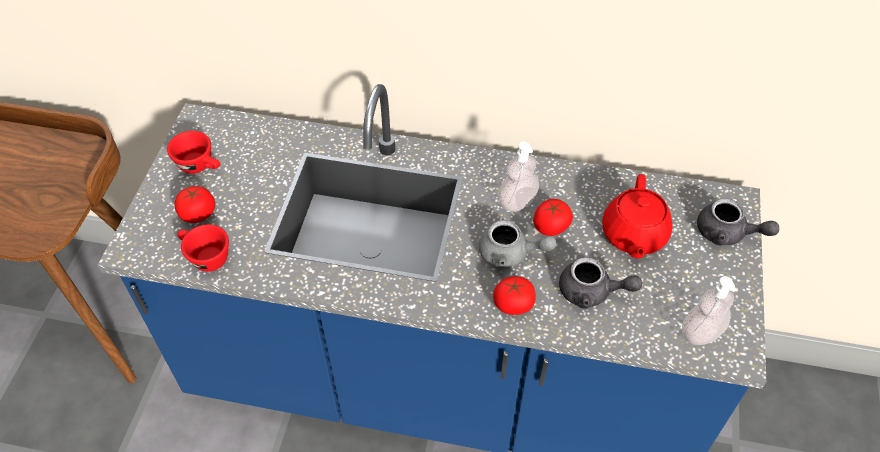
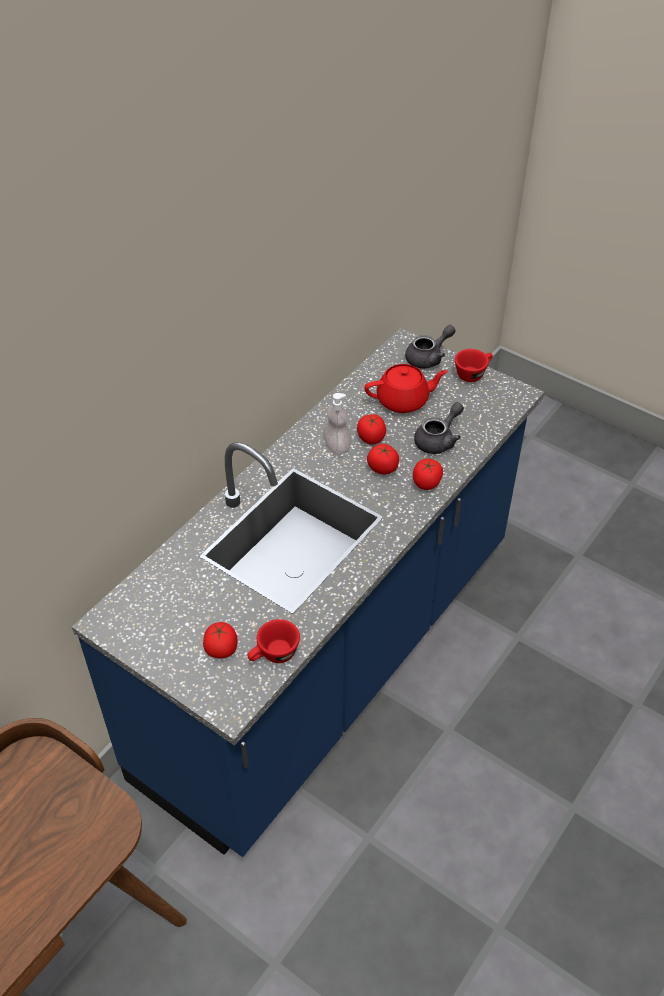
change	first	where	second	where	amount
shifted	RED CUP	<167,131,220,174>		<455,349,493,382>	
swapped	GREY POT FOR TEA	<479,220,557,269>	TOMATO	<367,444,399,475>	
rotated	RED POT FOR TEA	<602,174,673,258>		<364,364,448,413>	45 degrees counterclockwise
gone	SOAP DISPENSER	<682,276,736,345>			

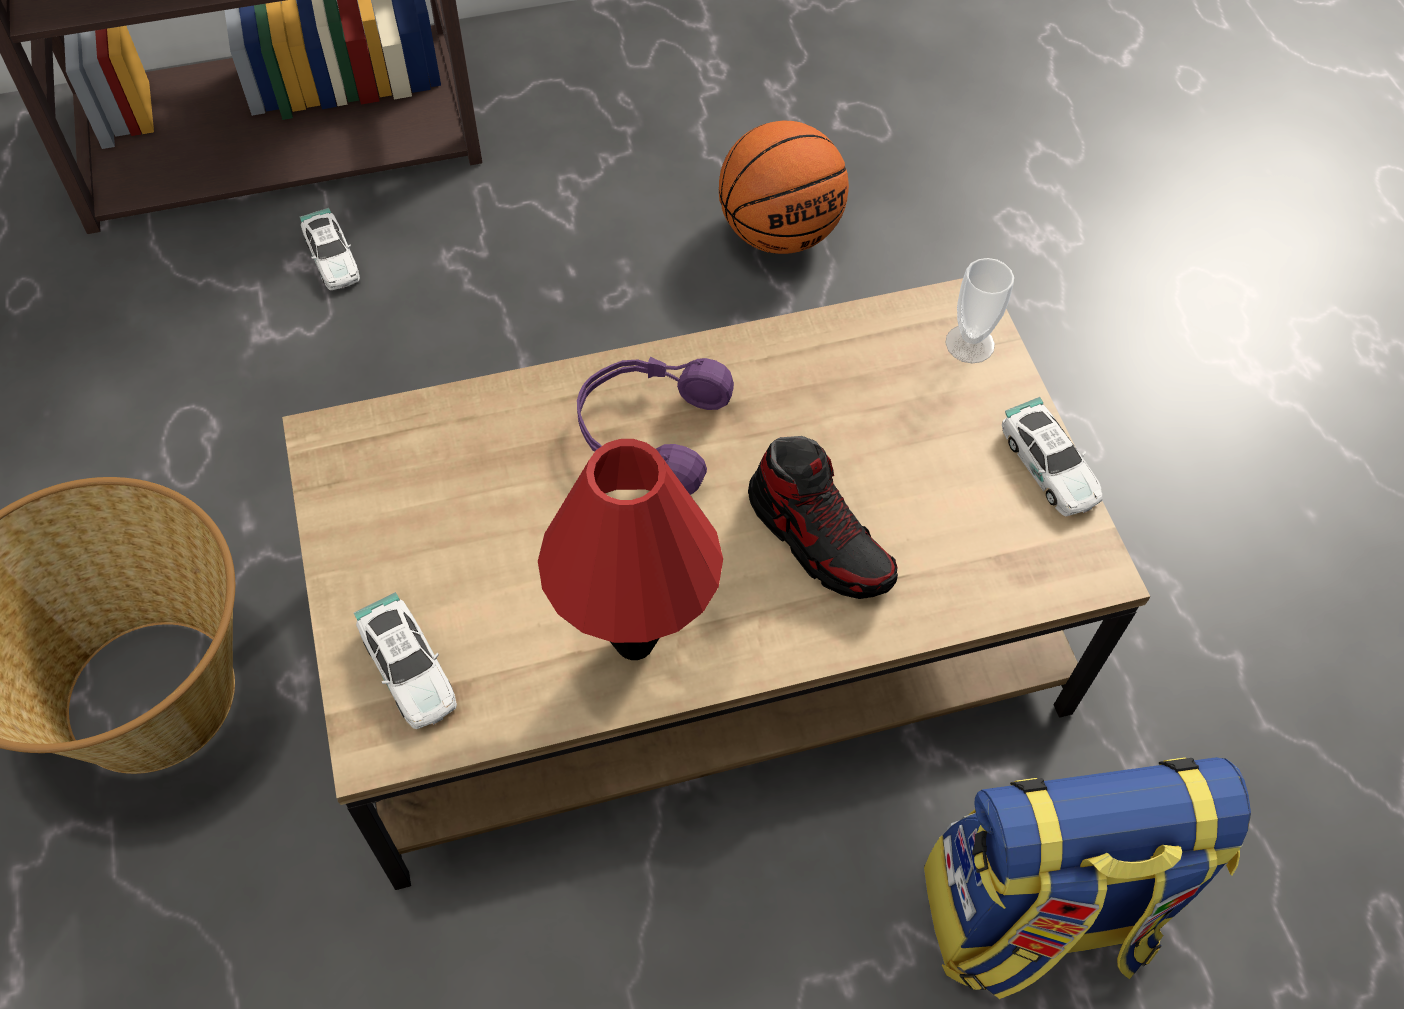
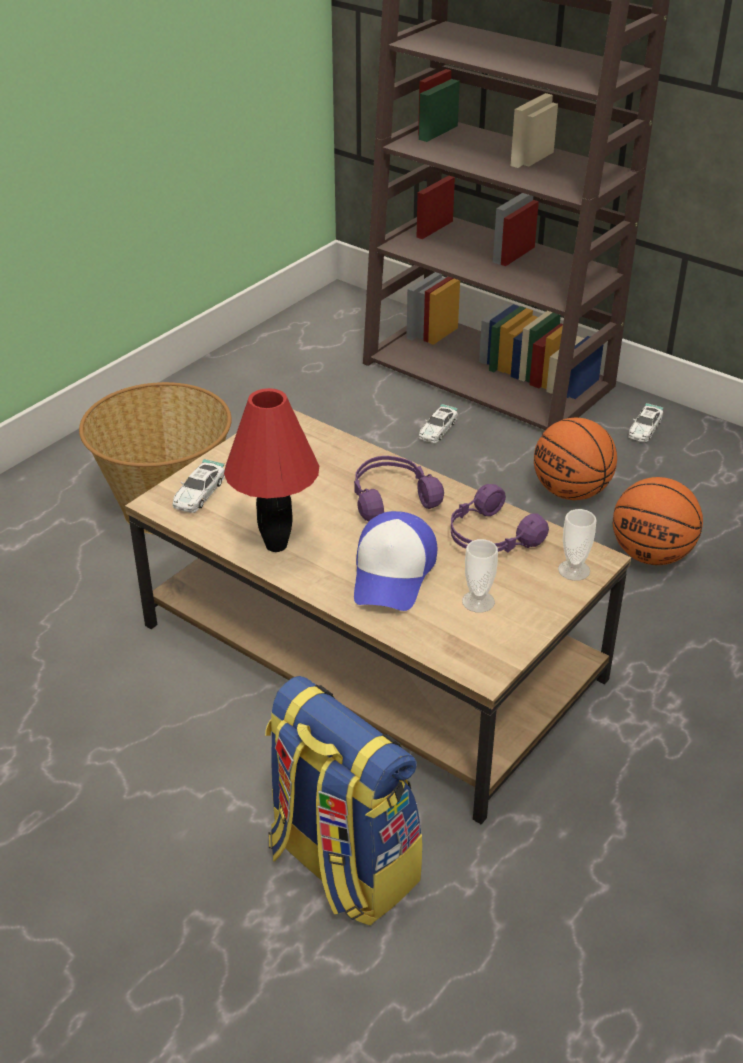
change	first	where	second	where	amount
swapped	SHOE	<748,436,898,599>	BASEBALL CAP	<354,511,437,611>	
shifted	MINIATURE CAR	<1002,397,1103,516>		<628,403,664,442>	
new			PURPLE HEADSET	<451,484,549,553>	
new			CUP	<462,539,498,613>	
new			BASKETBALL	<534,418,617,500>	

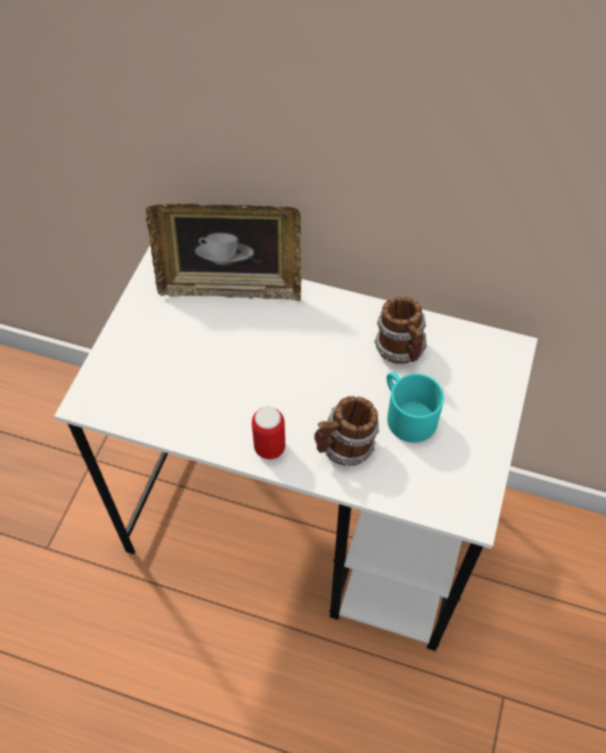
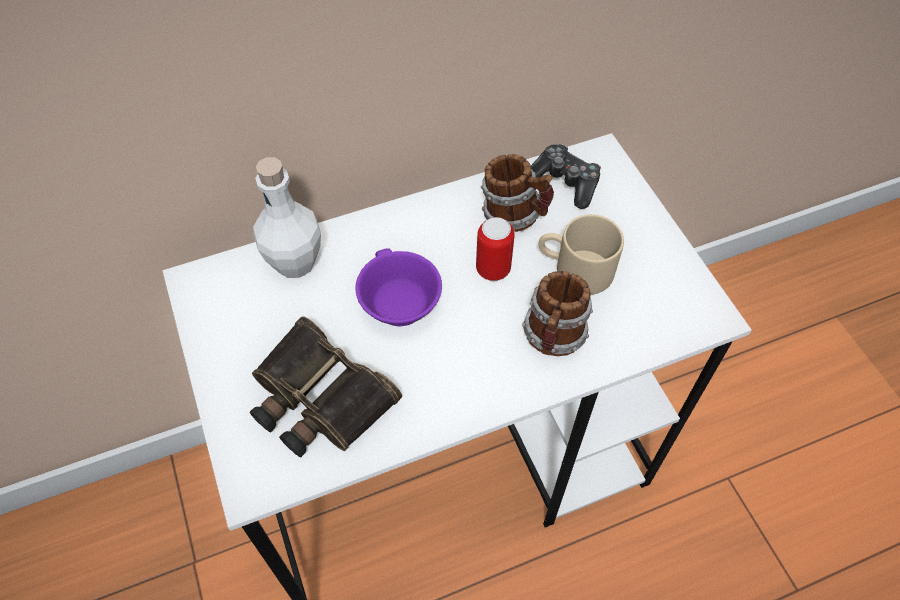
change	first	where	second	where	amount
swapped	PICTURE FRAME	<146,204,302,301>	WHITE DRINK BOTTLE	<253,157,321,278>	
shifted	CAN	<252,407,285,459>		<476,217,515,281>	
repainted	TURQUOISE MUG	<387,372,444,443>	SAND-COLOURED MUG	<538,214,624,295>	
new			PAIR OF BINOCULARS	<250,316,402,457>	
new			PURPLE CUP	<355,248,442,326>	
new			GAMEPAD	<531,144,601,209>	

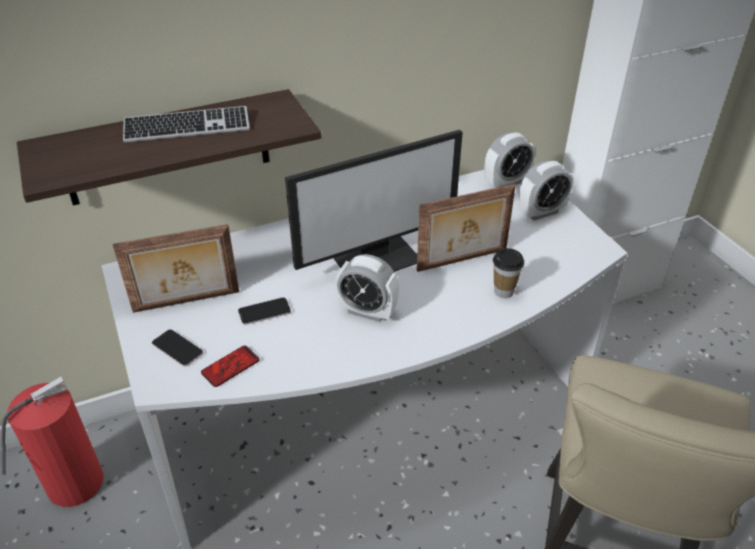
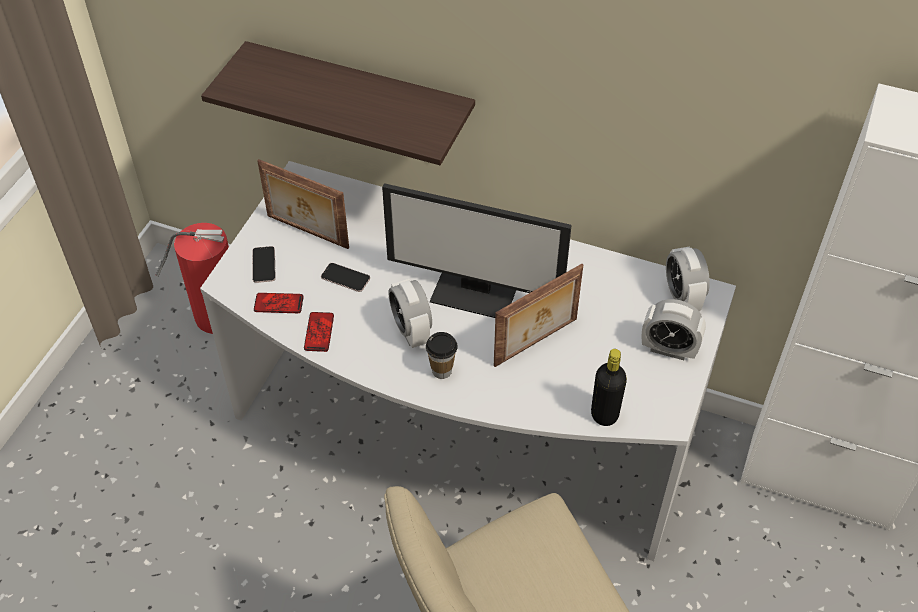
change	first	where	second	where	amount
gone	COMPUTER KEYBOARD	<123,106,250,142>			
rotated	PICTURE FRAME	<417,184,516,272>		<494,264,583,367>	60 degrees counterclockwise
rotated	BEDSIDE CLOCK	<485,132,535,188>		<666,246,710,311>	60 degrees clockwise
shifted	CUP	<493,248,524,298>		<426,332,458,379>	
new			TELEPHONE	<304,312,334,352>	
new			BLACK-COLOURED DRINK BOTTLE	<591,349,627,426>	

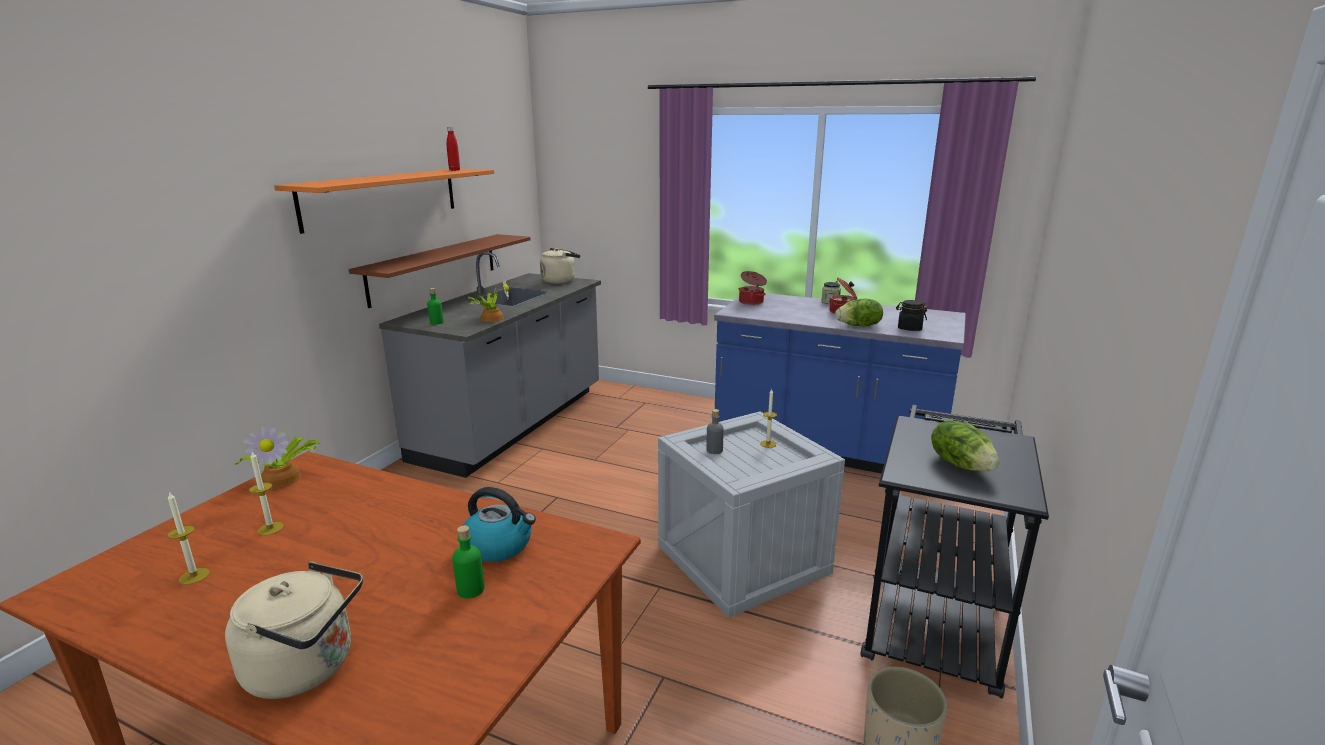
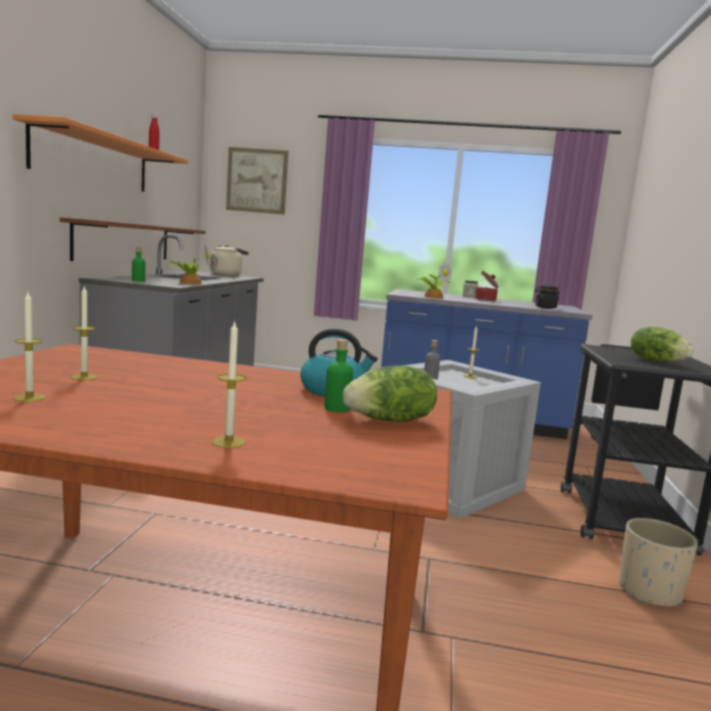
change	first	where	second	where	amount
swapped	SAND-COLOURED KETTLE	<225,562,363,699>	CANDLE	<212,321,246,448>	
shifted	PLANT IN A POT	<235,426,320,489>		<416,262,453,299>	
gone	SAUCEPOT	<739,271,767,305>			
shifted	LETTUCE	<835,298,883,327>		<343,365,437,422>	
new			WALL PICTURE	<226,147,288,215>	

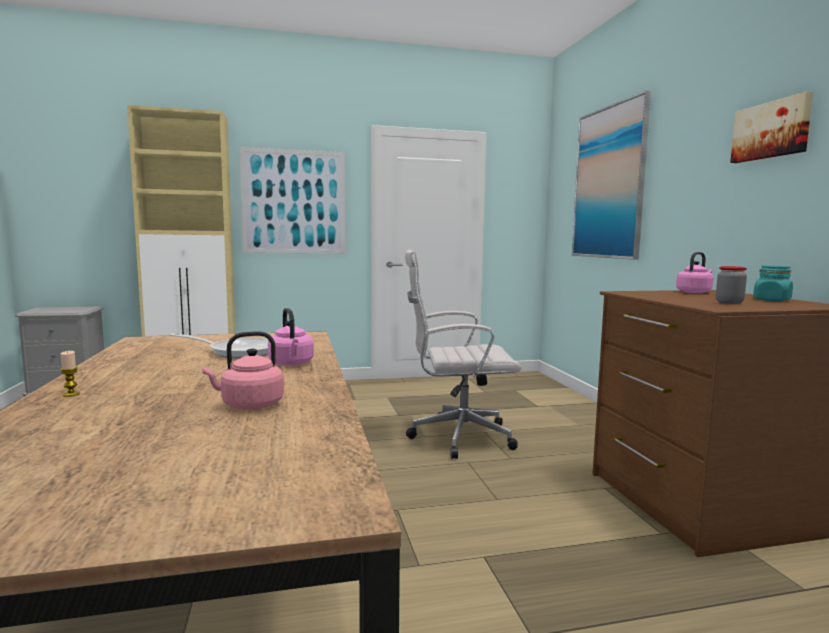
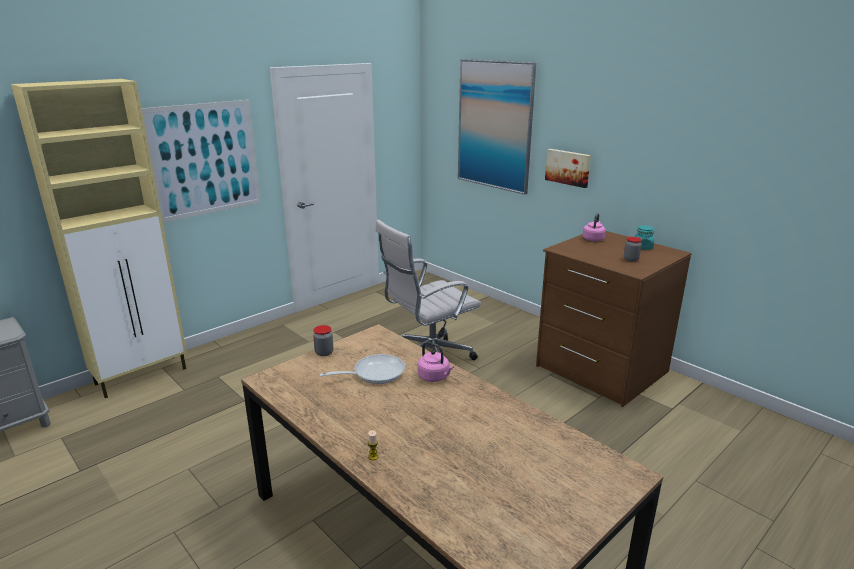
change	first	where	second	where	amount
gone	PINKISH KETTLE	<202,331,284,410>			
shifted	WALL PICTURE	<730,92,813,163>		<545,149,591,188>	
new			PRESERVE JAR	<313,325,333,356>	

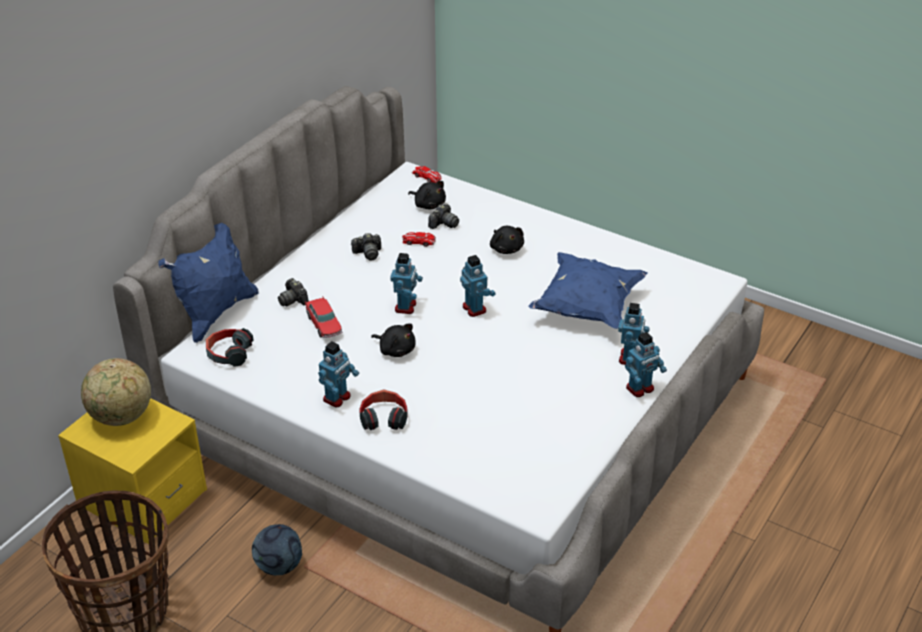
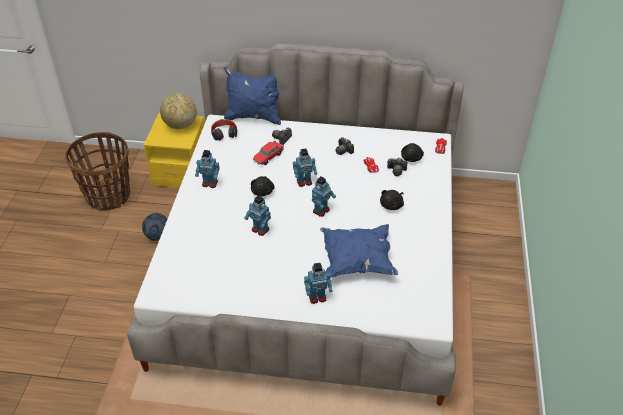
change	first	where	second	where	amount
gone	HEADSET	<360,389,408,430>			
shifted	ROBOT FIGURE	<625,332,667,397>		<244,195,271,236>	

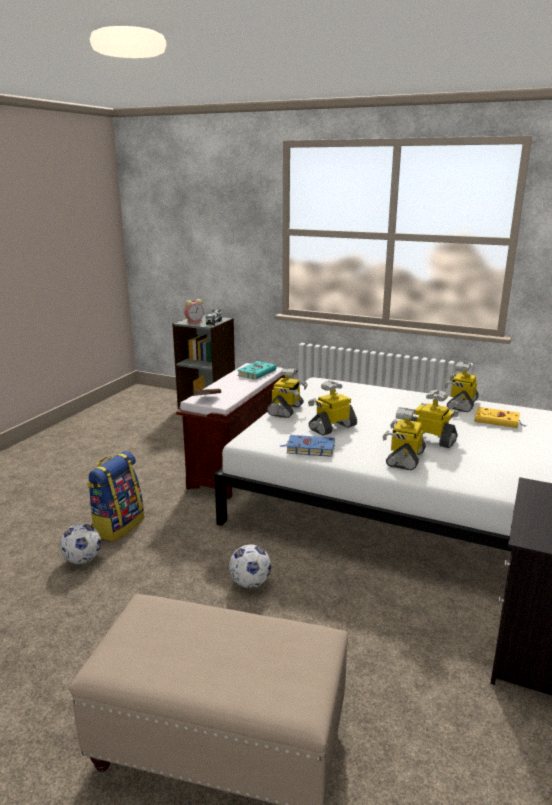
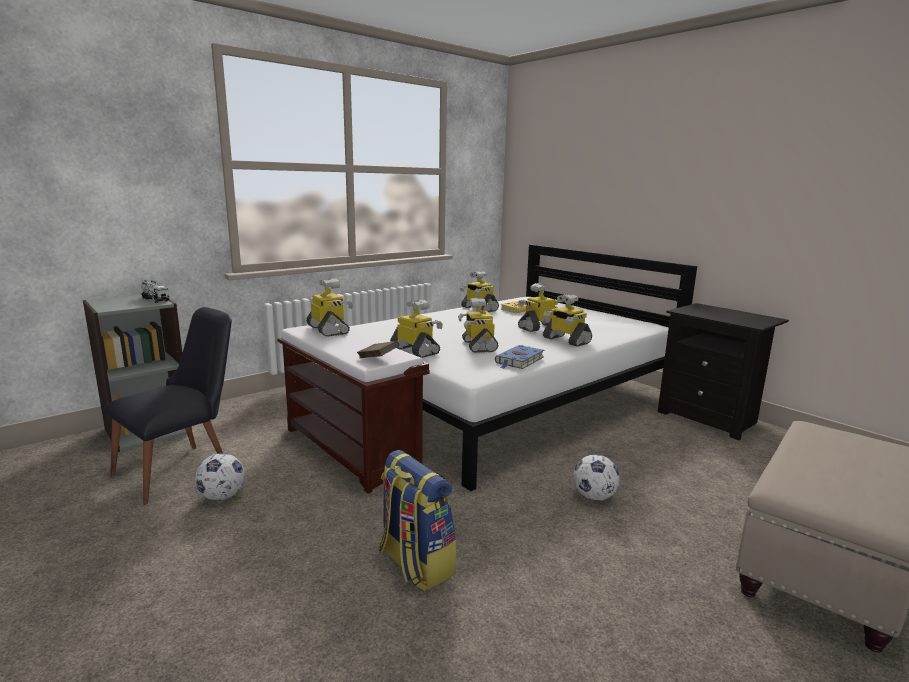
change	first	where	second	where	amount
shifted	BALL FOR FOOTBALL	<59,523,101,564>		<195,453,245,501>	
gone	BEDSIDE CLOCK	<184,299,204,324>			
swapped	TURQUOISE BOOK	<237,361,277,380>	ROBOT FIGURE	<306,278,353,337>	
new			BLACK-COLOURED CHAIR	<104,307,232,505>	

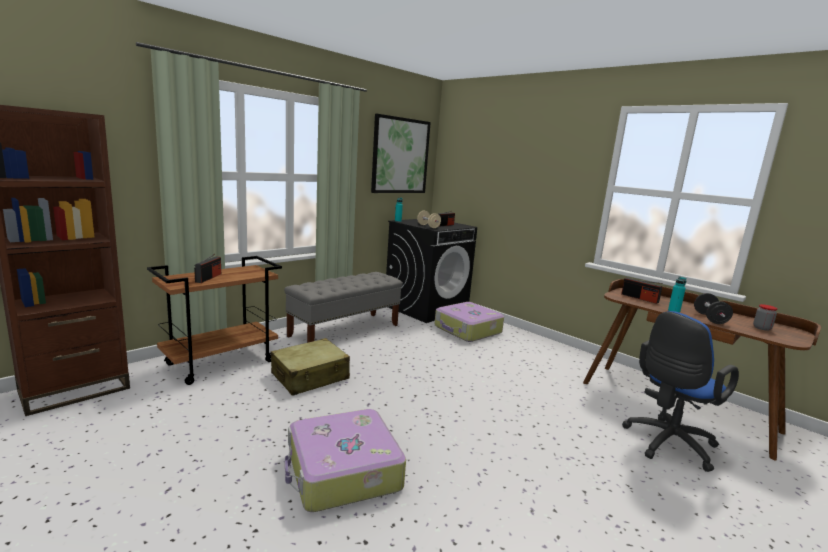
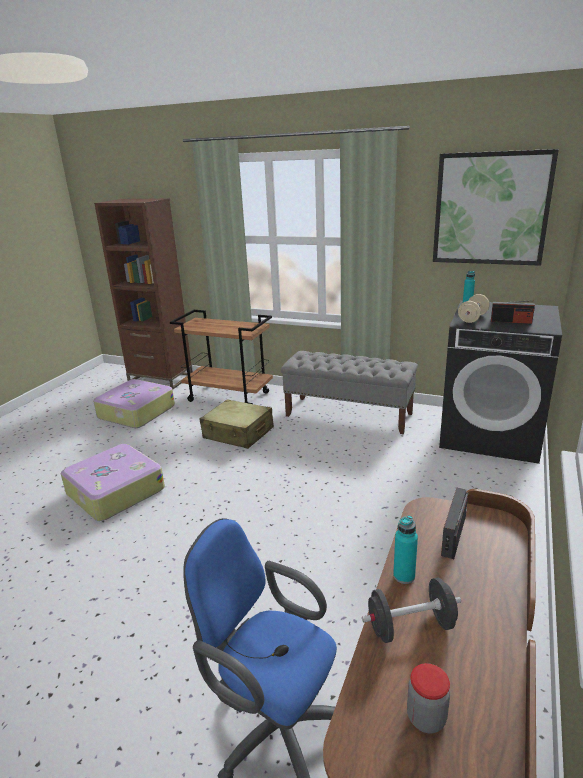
change	first	where	second	where	amount
gone	RADIO	<194,254,221,283>			
shifted	PIECE OF LUGGAGE	<434,302,504,342>		<93,379,175,428>	

